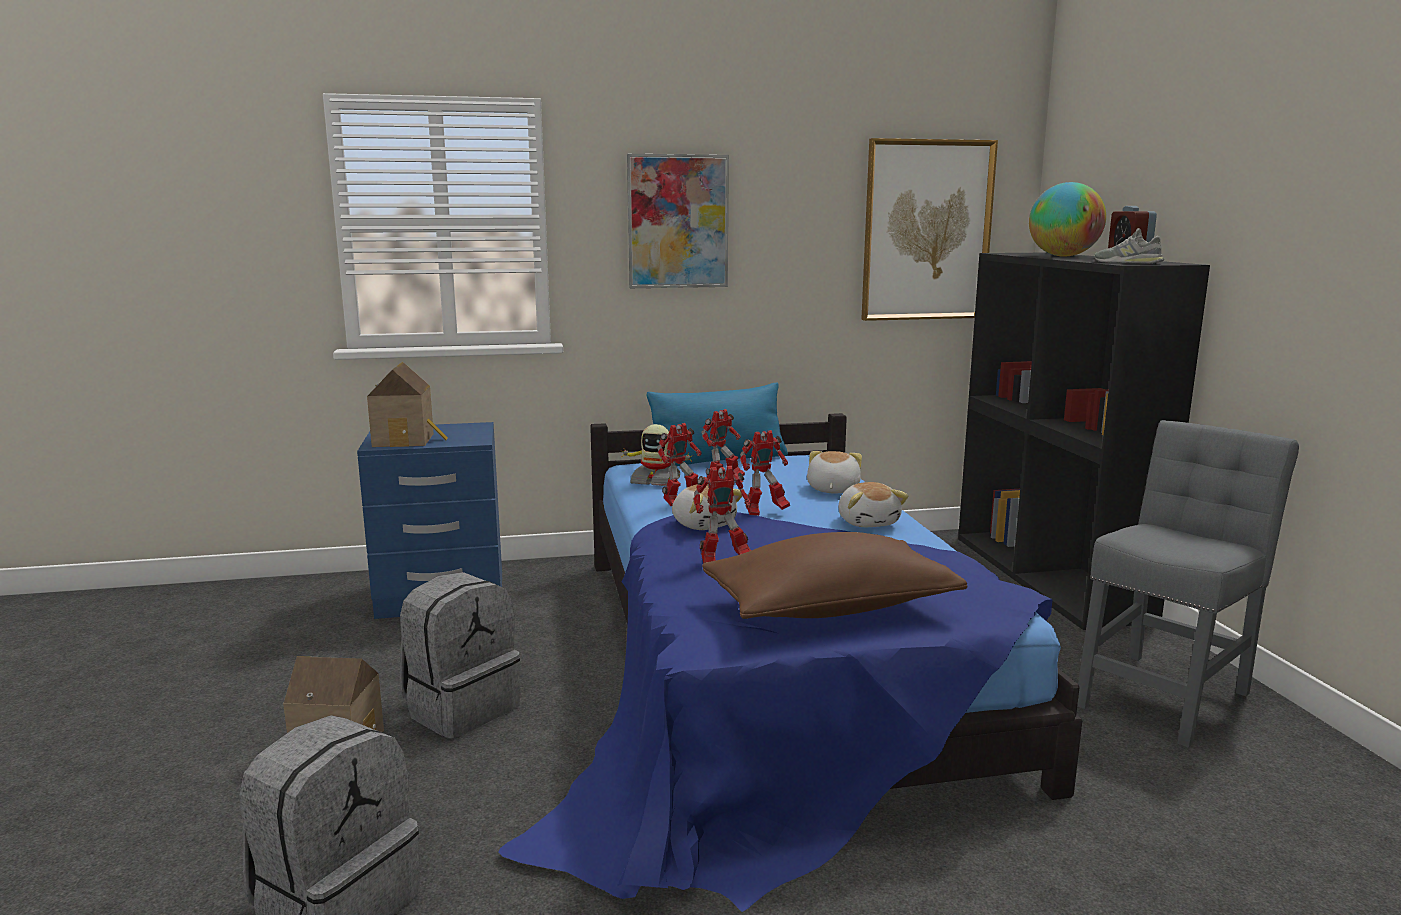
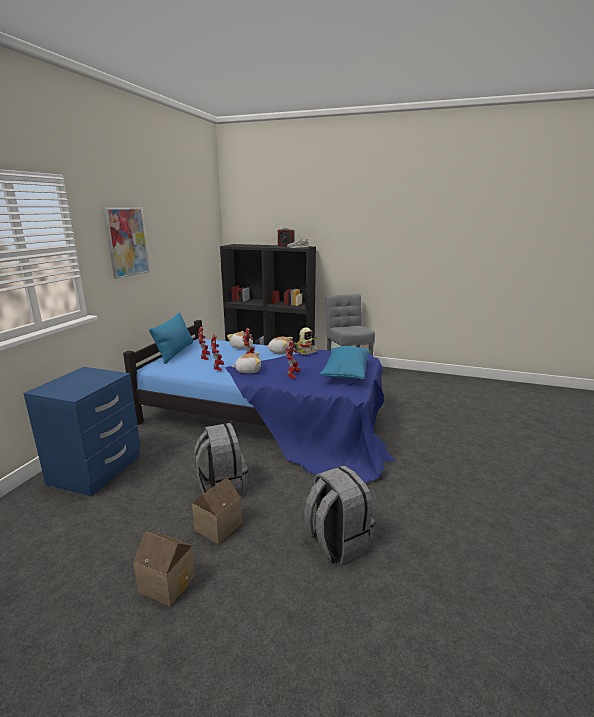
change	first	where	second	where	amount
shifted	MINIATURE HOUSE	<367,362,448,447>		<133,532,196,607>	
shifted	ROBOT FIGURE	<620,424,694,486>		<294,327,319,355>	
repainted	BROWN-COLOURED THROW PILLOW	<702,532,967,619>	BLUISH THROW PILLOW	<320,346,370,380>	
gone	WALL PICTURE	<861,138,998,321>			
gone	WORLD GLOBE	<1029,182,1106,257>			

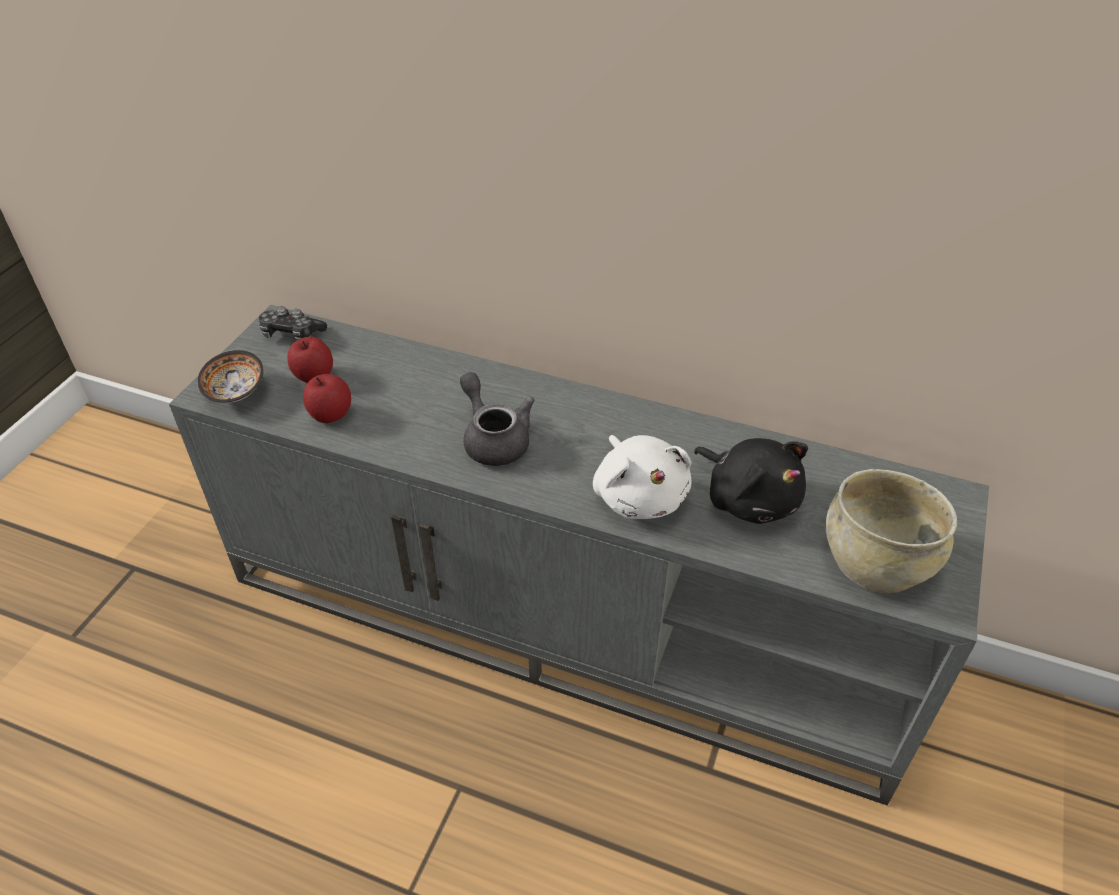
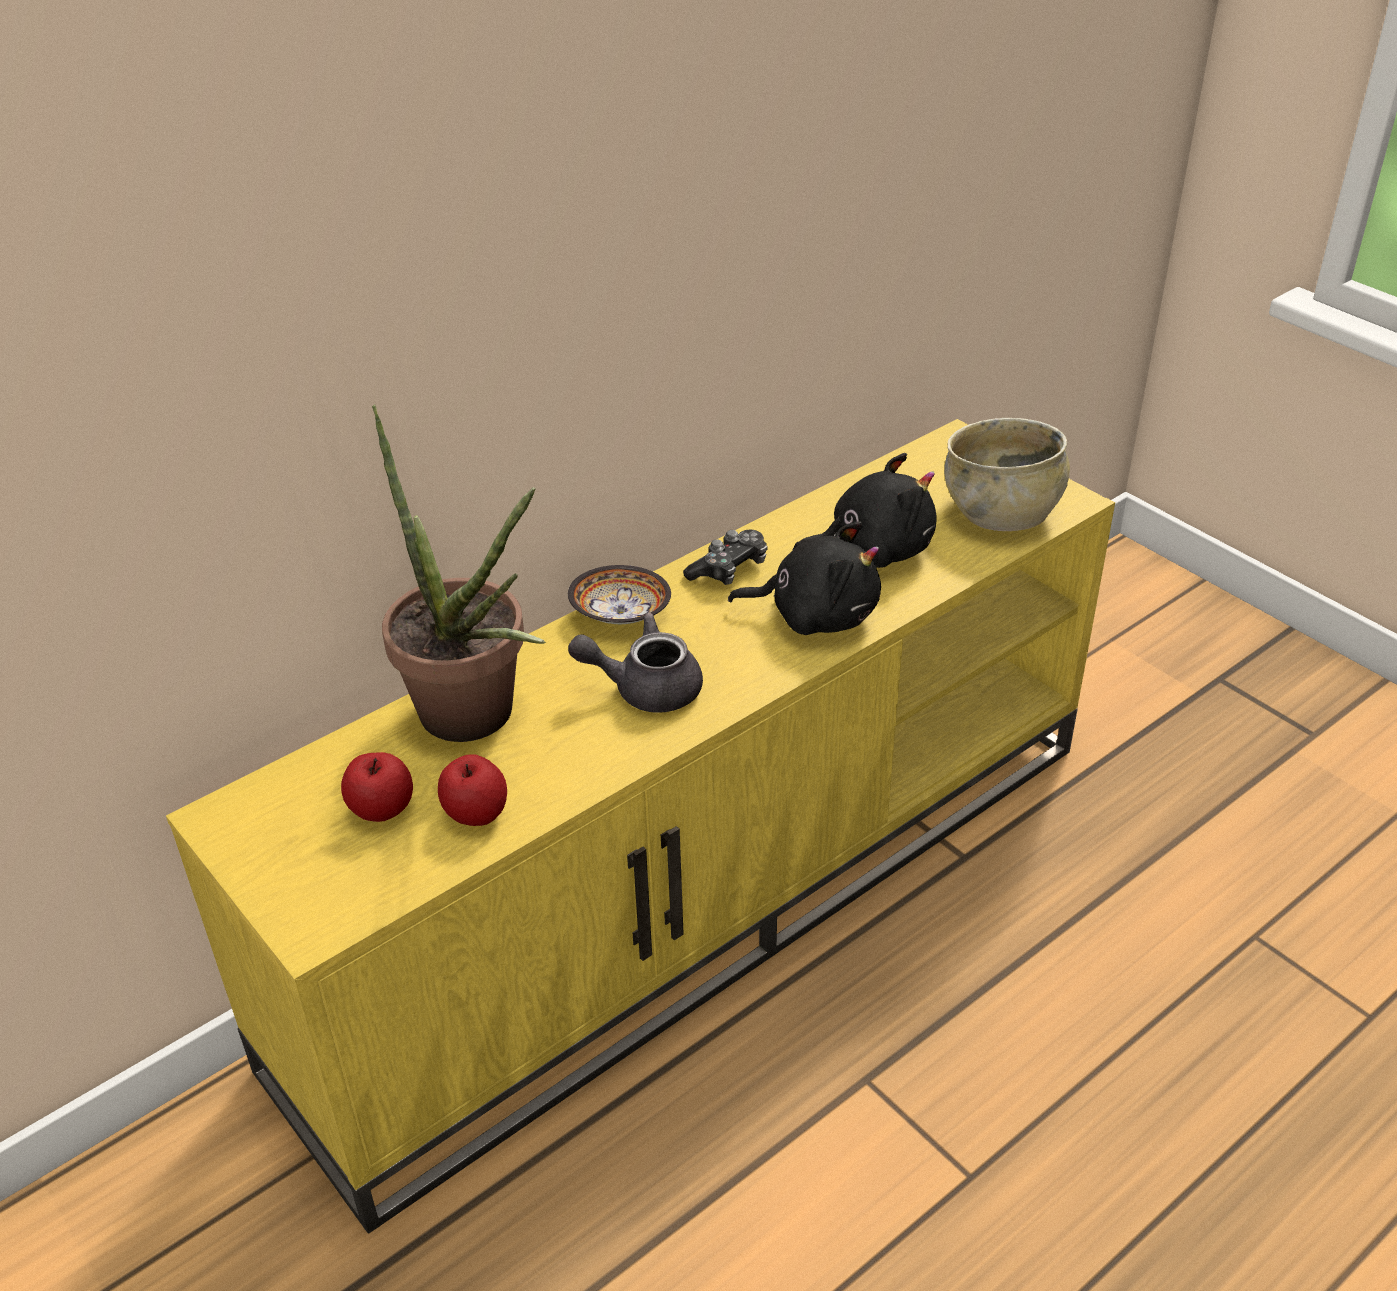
change	first	where	second	where	amount
repainted	GREY TV UNIT	<169,305,989,805>	YELLOWISH TV UNIT	<166,419,1115,1234>	
shifted	DEEP DISH	<197,350,264,403>		<568,565,671,624>	
shifted	GAMEPAD	<259,306,327,341>		<683,530,768,585>	
repainted	WHITE CUDDLY TOY	<593,435,691,519>	BLACK-COLOURED CUDDLY TOY	<728,521,881,635>	
new			PLANT IN A POT	<372,405,546,742>	

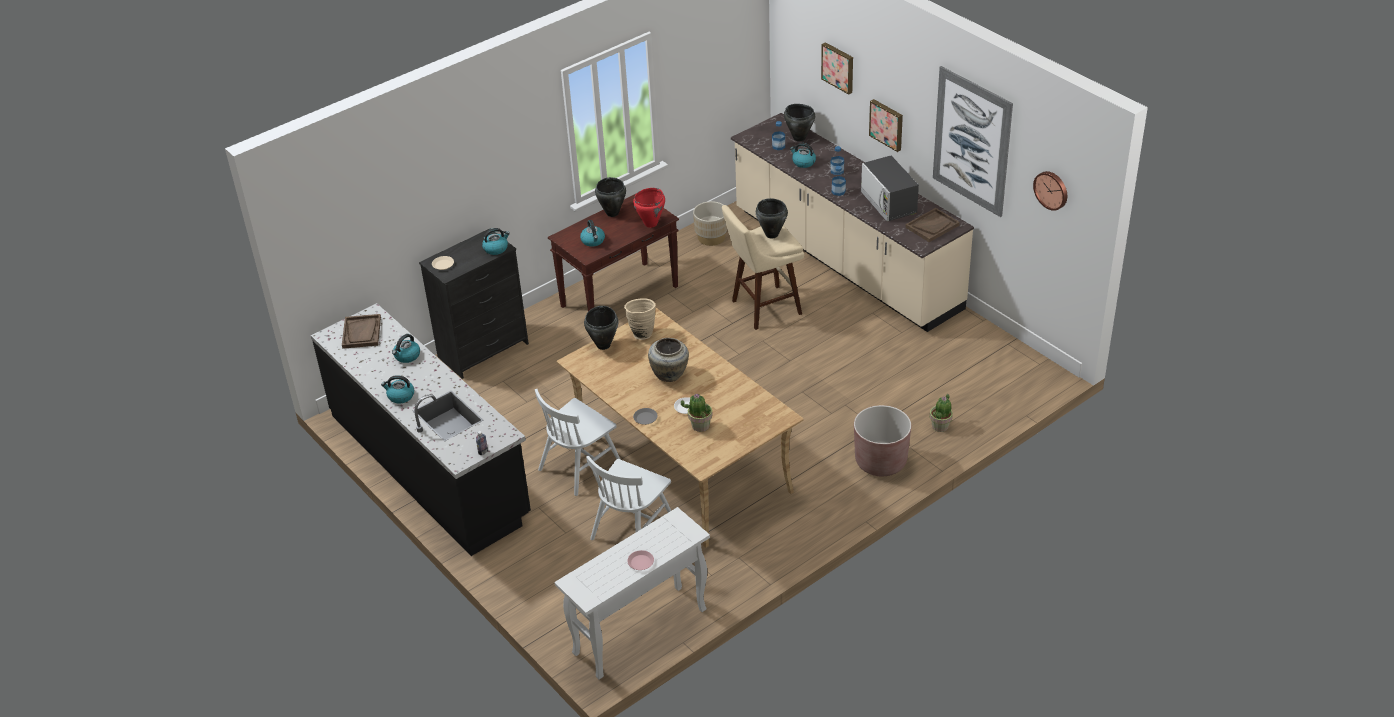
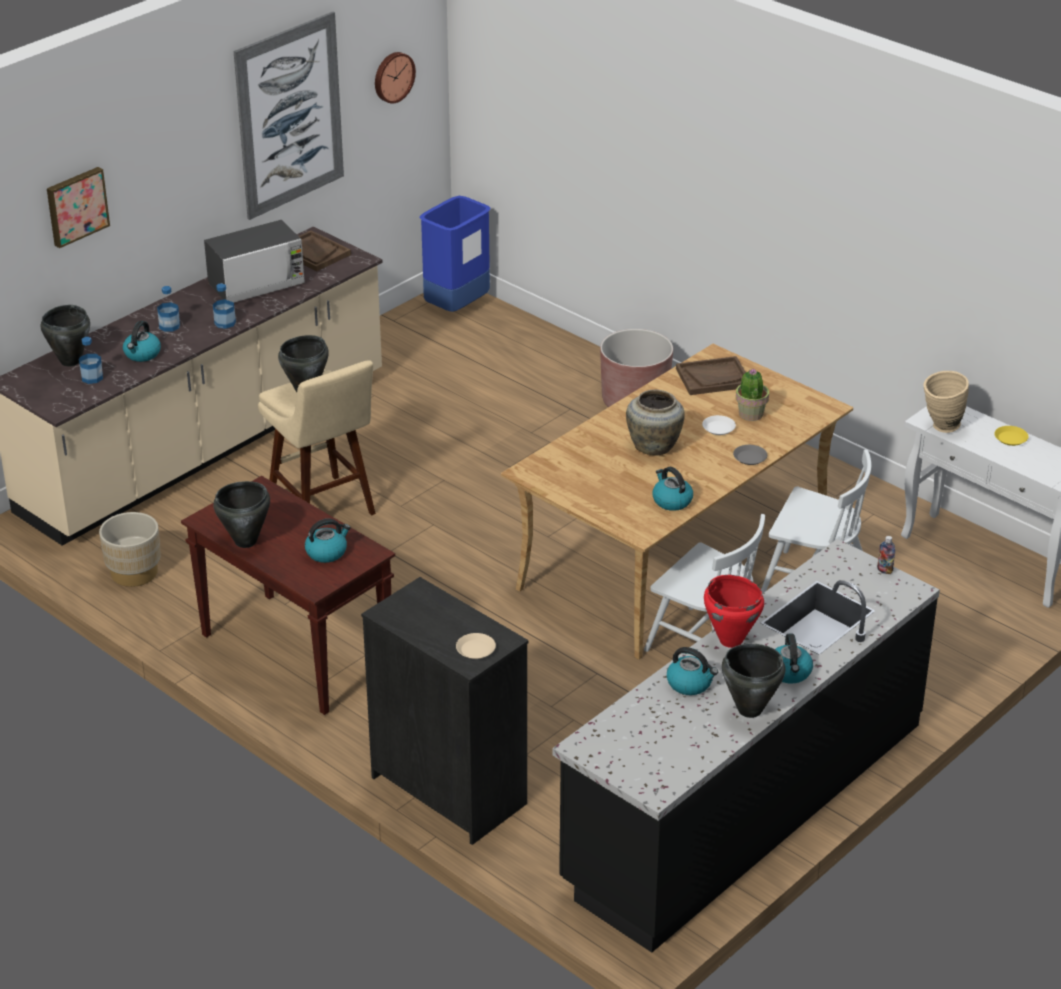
change	first	where	second	where	amount
shifted	BROWN-COLOURED SERVING TRAY	<342,314,381,349>		<676,356,746,395>	
shifted	KETTLE	<482,228,510,255>		<653,467,693,511>	
shifted	BLACK-COLOURED SAUCEPOT	<584,306,618,350>		<722,644,785,718>	
shifted	SAND-COLOURED DECORATIVE VASE	<624,298,655,340>		<923,371,969,433>	
repainted	PINKISH FLAT DISH	<627,550,654,570>	YELLOWISH FLAT DISH	<994,426,1029,446>	
shifted	RED SAUCEPOT	<633,188,665,228>		<704,575,764,648>	
gone	WALL PICTURE	<869,99,903,152>			
gone	PLANT IN A POT	<930,394,953,432>			
new			BLUISH TRASH CAN	<419,196,491,312>	

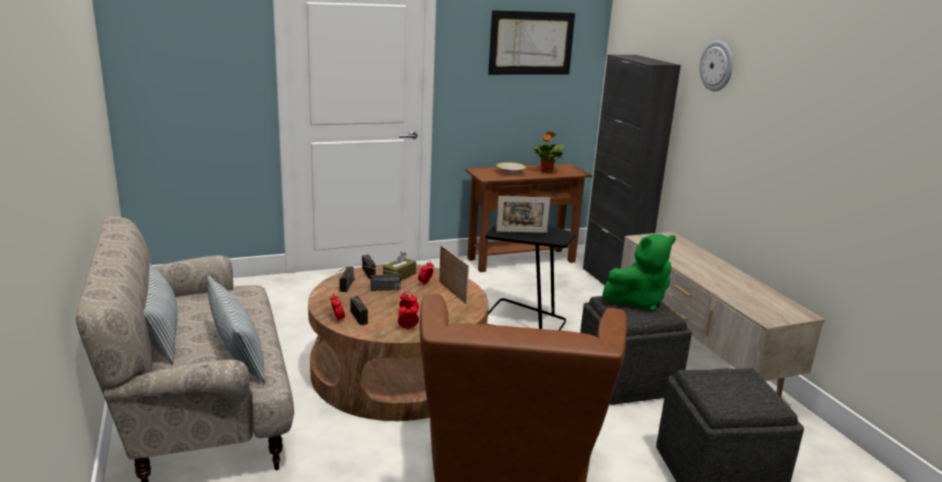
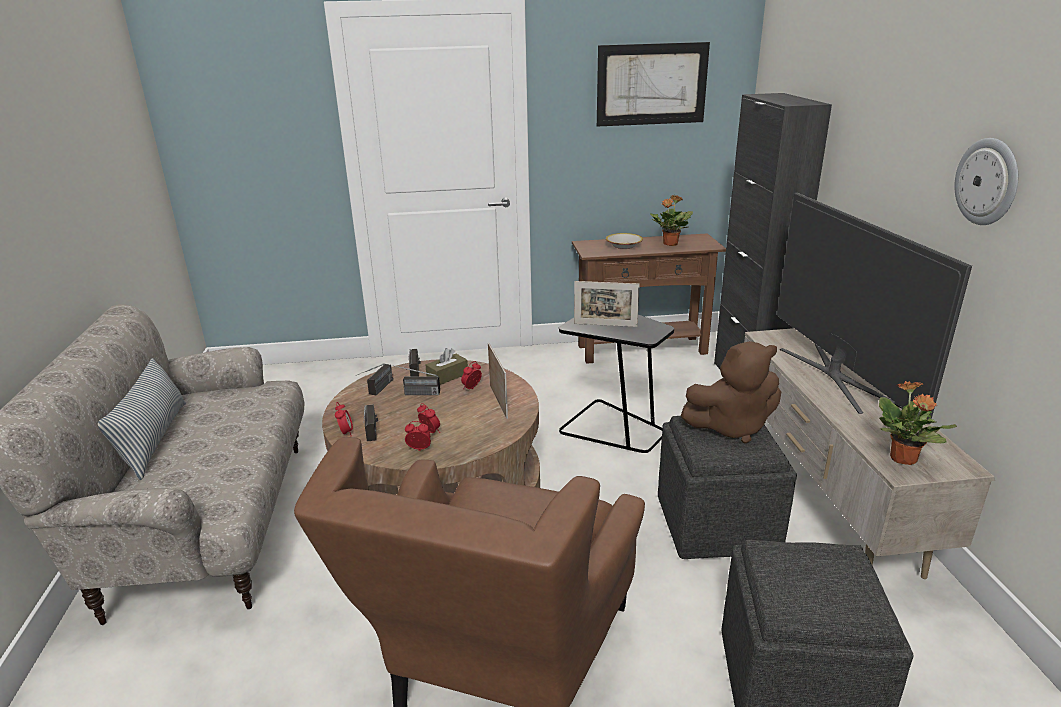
change	first	where	second	where	amount
gone	THROW PILLOW	<207,275,265,383>			
repainted	GREEN CUDDLY TOY	<603,234,676,312>	BROWN-COLOURED CUDDLY TOY	<681,341,781,444>	
shifted	HANGING CLOCK	<699,41,733,91>		<954,138,1018,225>	
new			TELEVISION	<777,192,972,424>	
new			PLANT IN A POT	<879,381,957,465>	

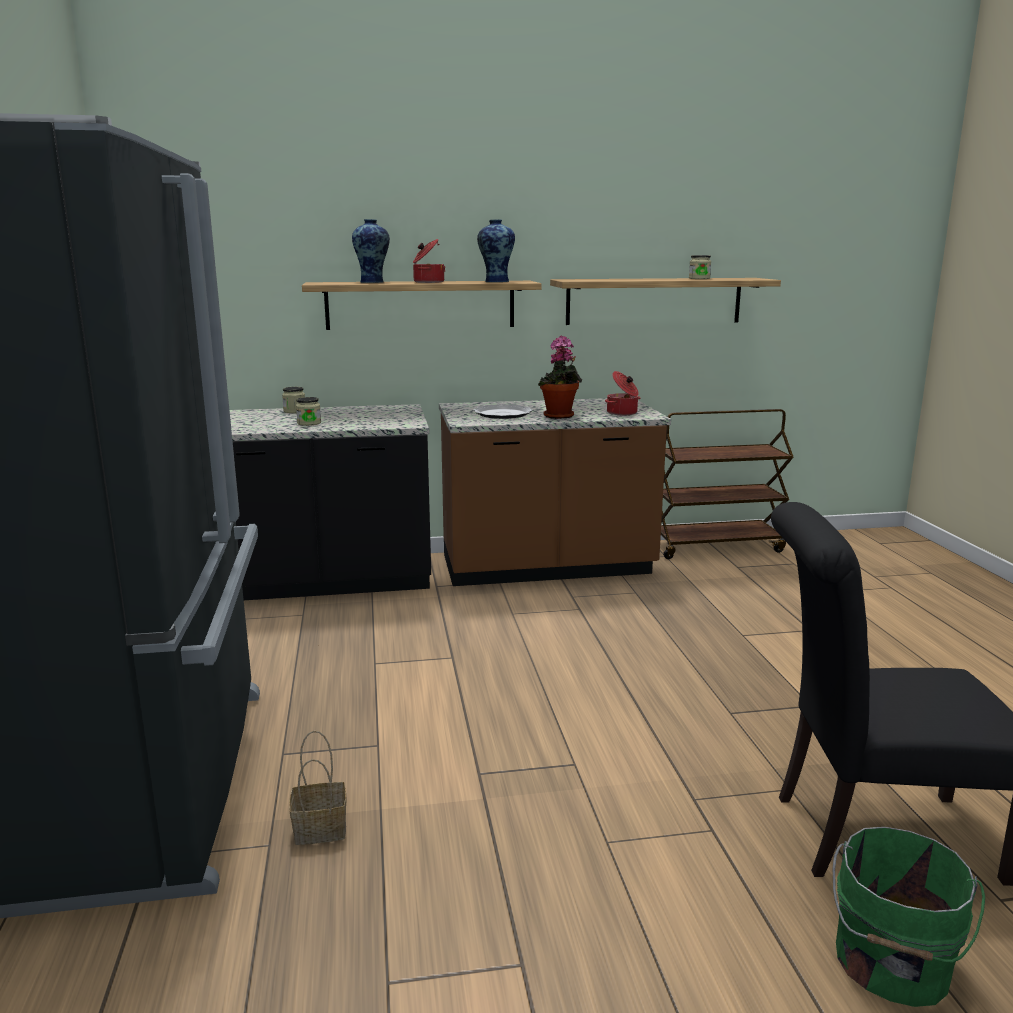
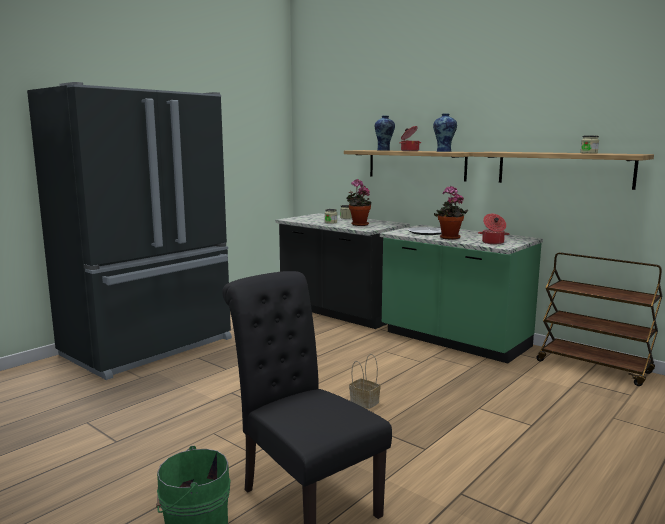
change	first	where	second	where	amount
shifted	STORAGE BASKET	<289,731,347,845>		<349,354,381,409>	
repainted	BROWN-COLOURED KITCHEN COUNTER	<439,398,671,586>	GREEN KITCHEN COUNTER	<380,225,543,363>	
new			PLANT IN A POT	<347,179,372,226>	

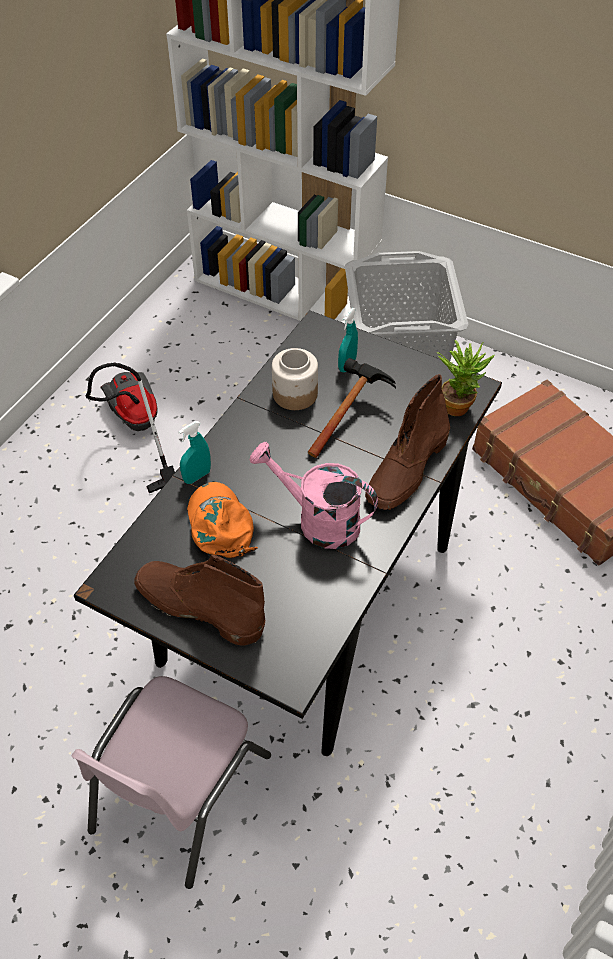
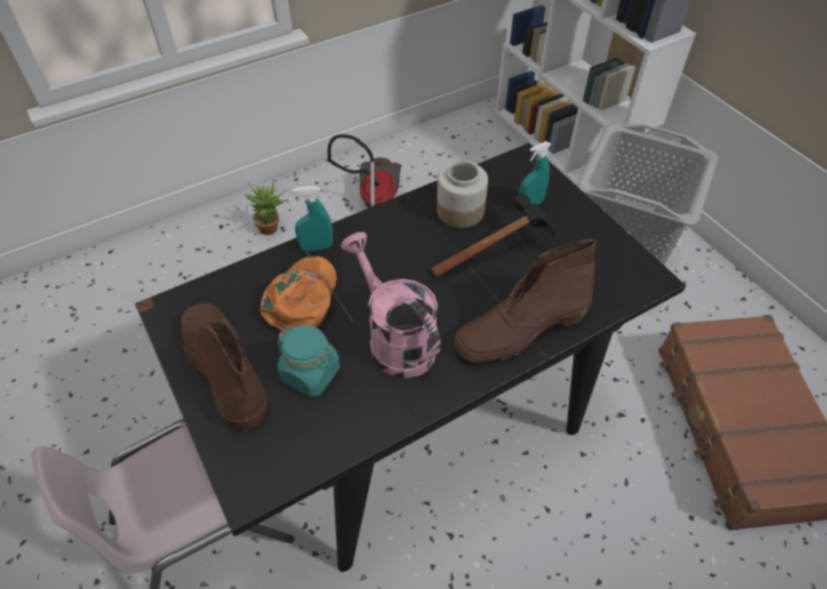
change	first	where	second	where	amount
shifted	PLANT IN A POT	<437,340,494,416>		<244,181,287,235>	
new			TURQUOISE PRESERVE JAR	<277,325,340,397>	

